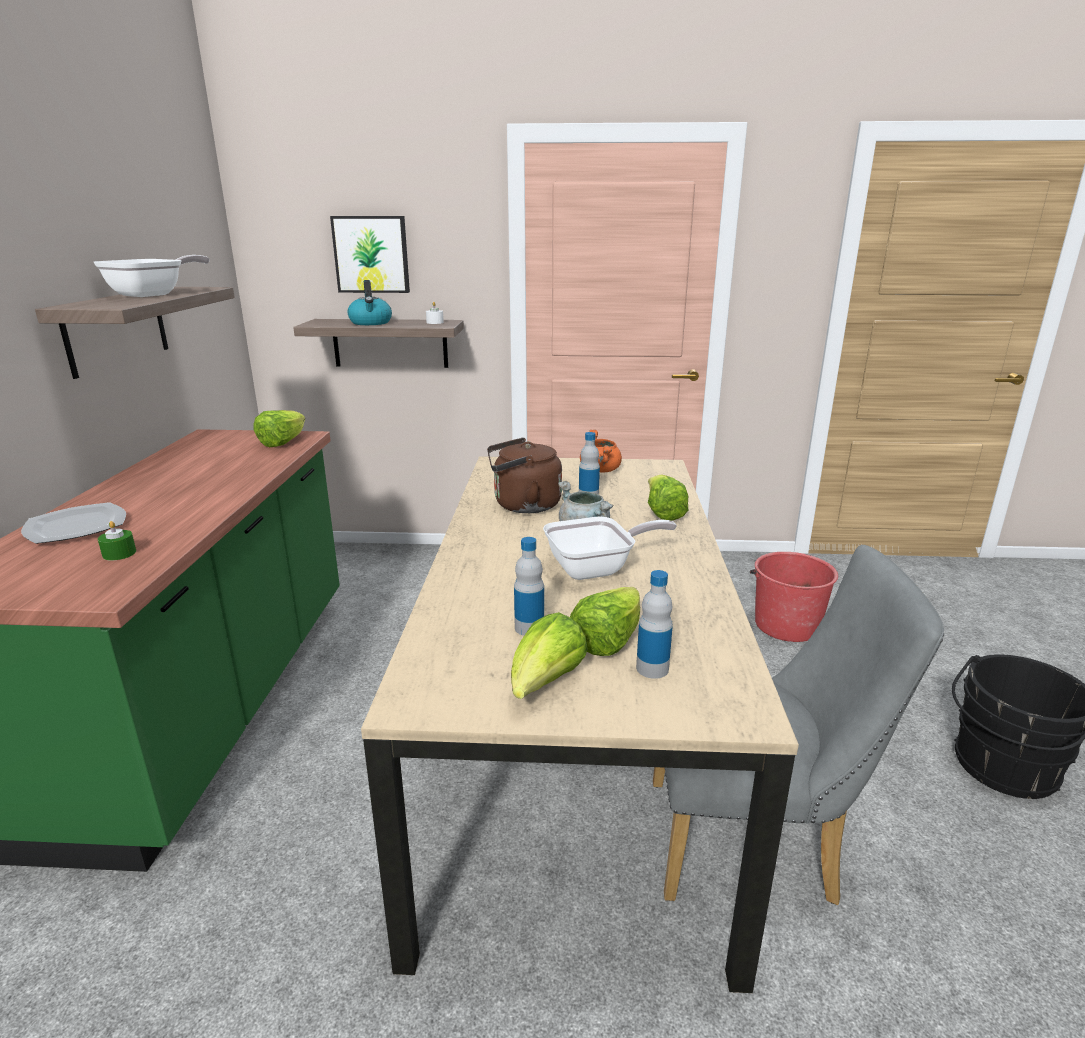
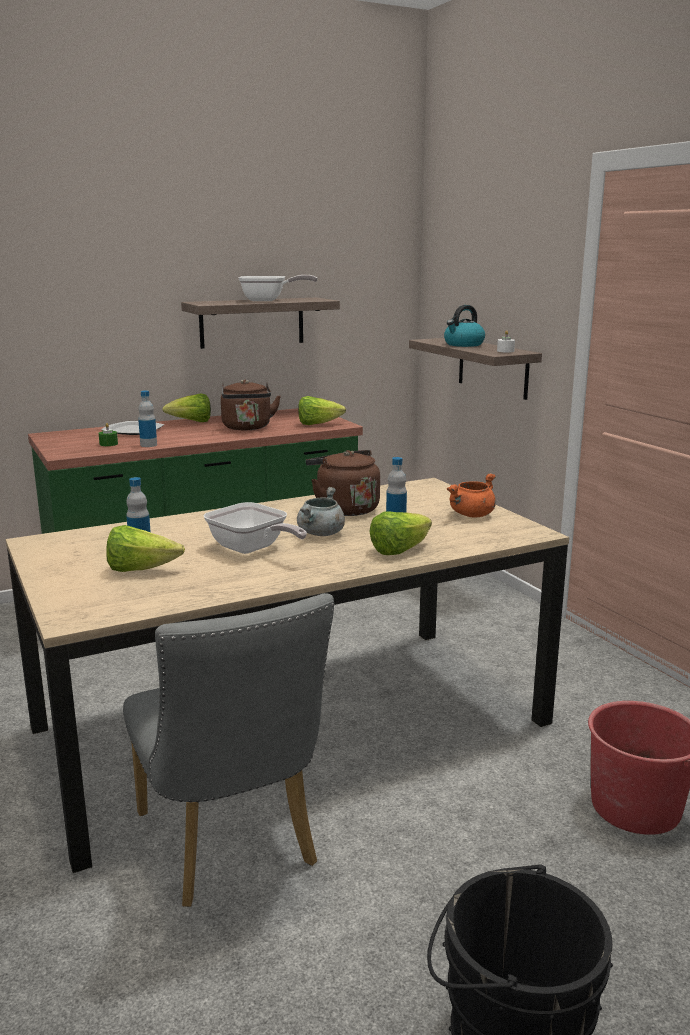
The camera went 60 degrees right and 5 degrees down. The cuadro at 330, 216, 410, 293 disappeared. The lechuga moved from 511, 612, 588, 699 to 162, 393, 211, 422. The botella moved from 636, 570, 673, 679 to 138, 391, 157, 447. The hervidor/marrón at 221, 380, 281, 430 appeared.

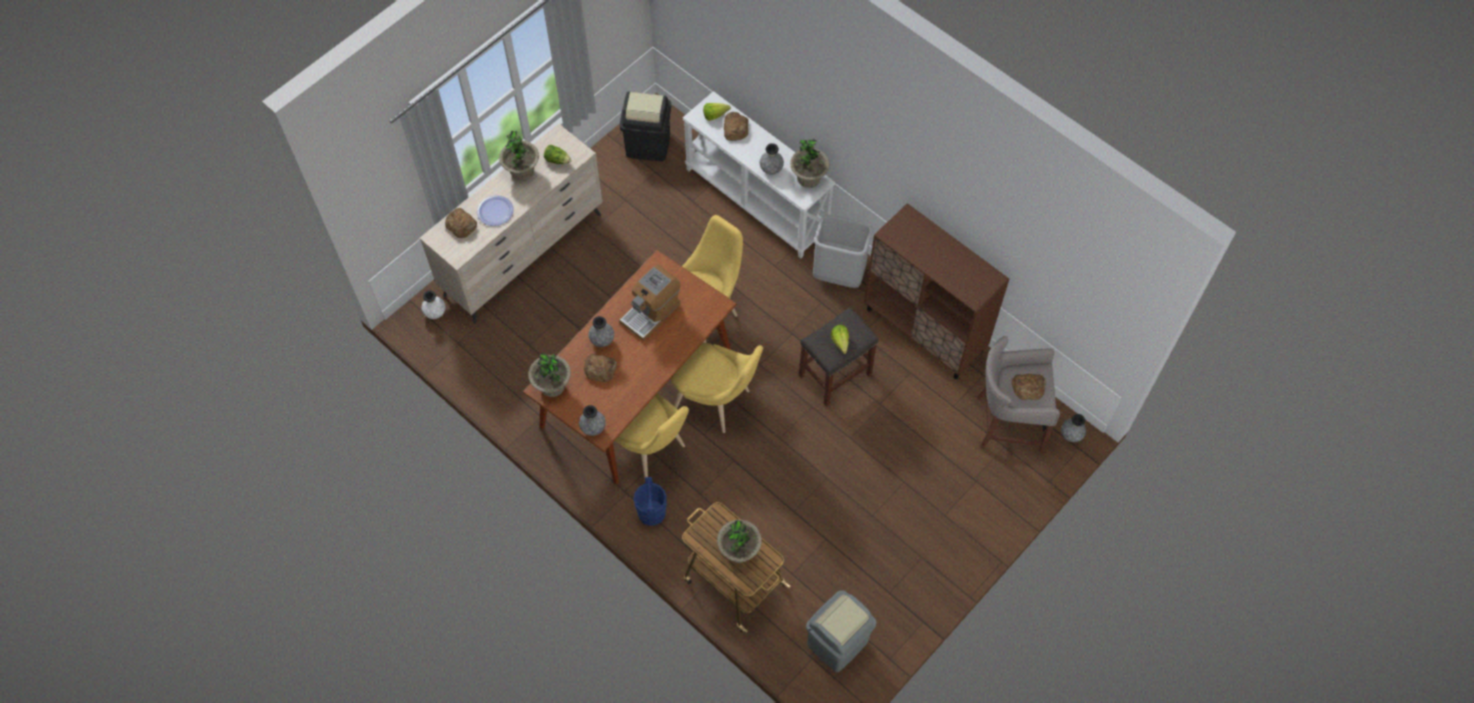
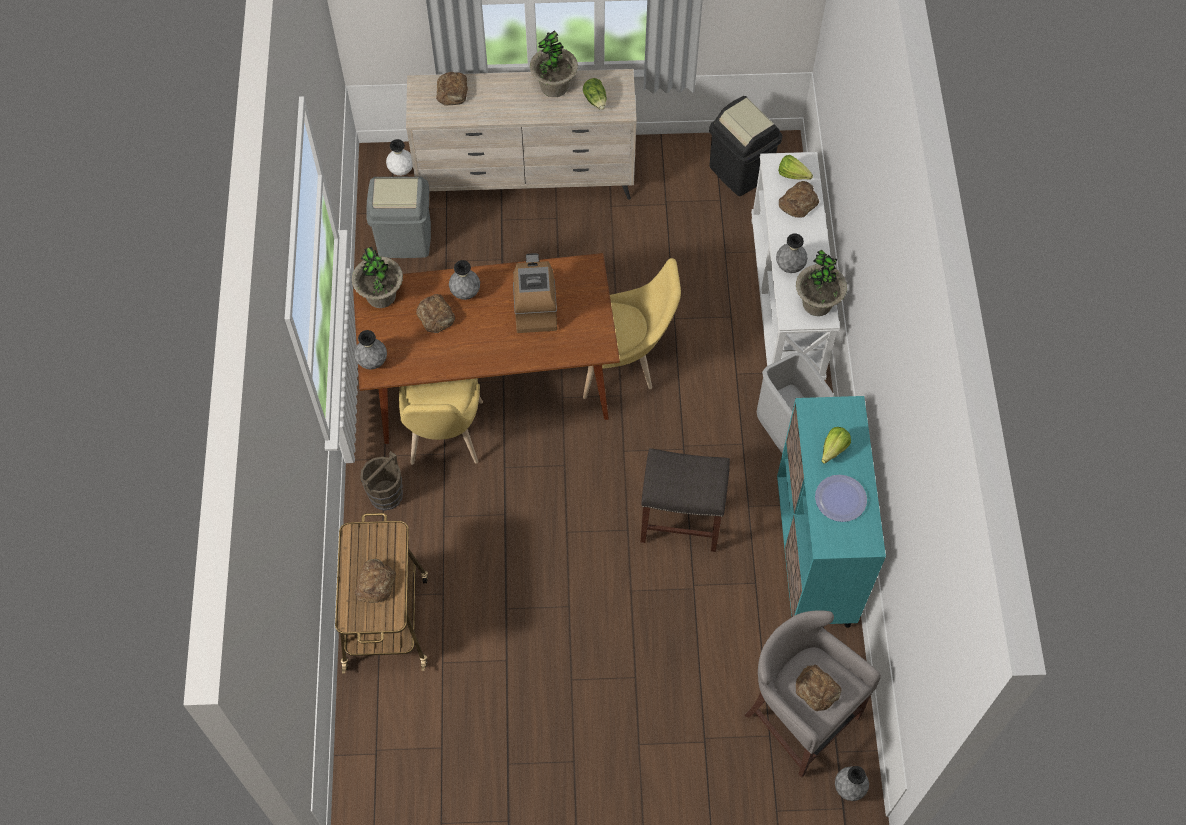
The camera went 45 degrees right and 0 degrees up. The plato moved from 477, 195, 514, 226 to 815, 475, 867, 522. The cafetera at 619, 264, 681, 341 turned 90 degrees clockwise. The cubo/azul at 633, 477, 667, 526 became the cubo/marrón at 360, 451, 403, 511. The silla/amarillo at 671, 343, 763, 433 disappeared. The planta en maceta at 717, 519, 762, 563 was replaced by the pan at 355, 559, 396, 603. The papelera/gris moved from 806, 590, 876, 672 to 366, 177, 431, 258. The lechuga moved from 831, 325, 849, 354 to 822, 427, 851, 464. The armario/marrón at 864, 203, 1009, 379 became the armario/turquesa at 777, 396, 886, 628.

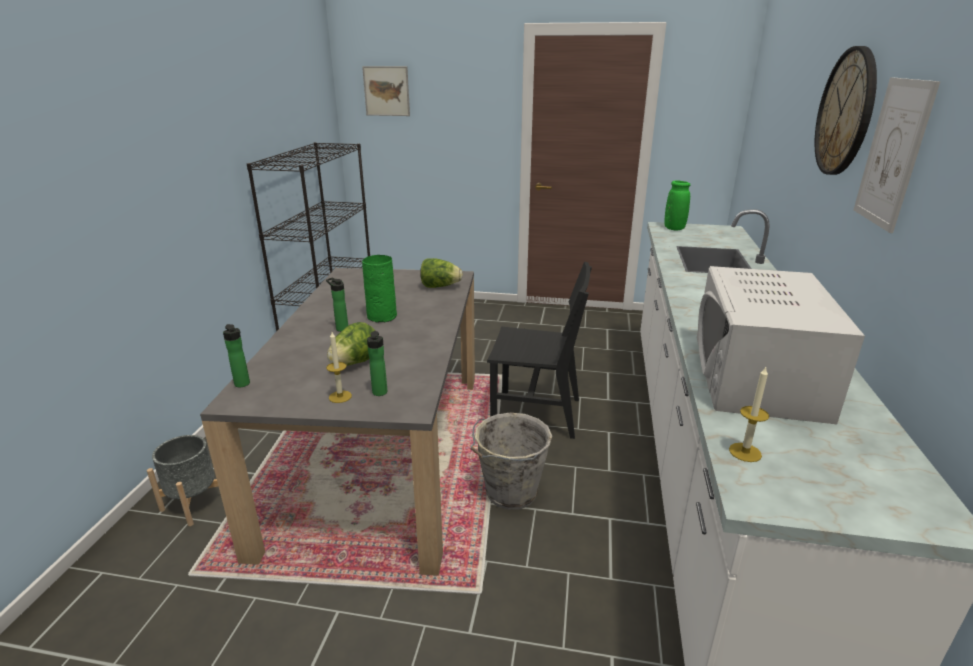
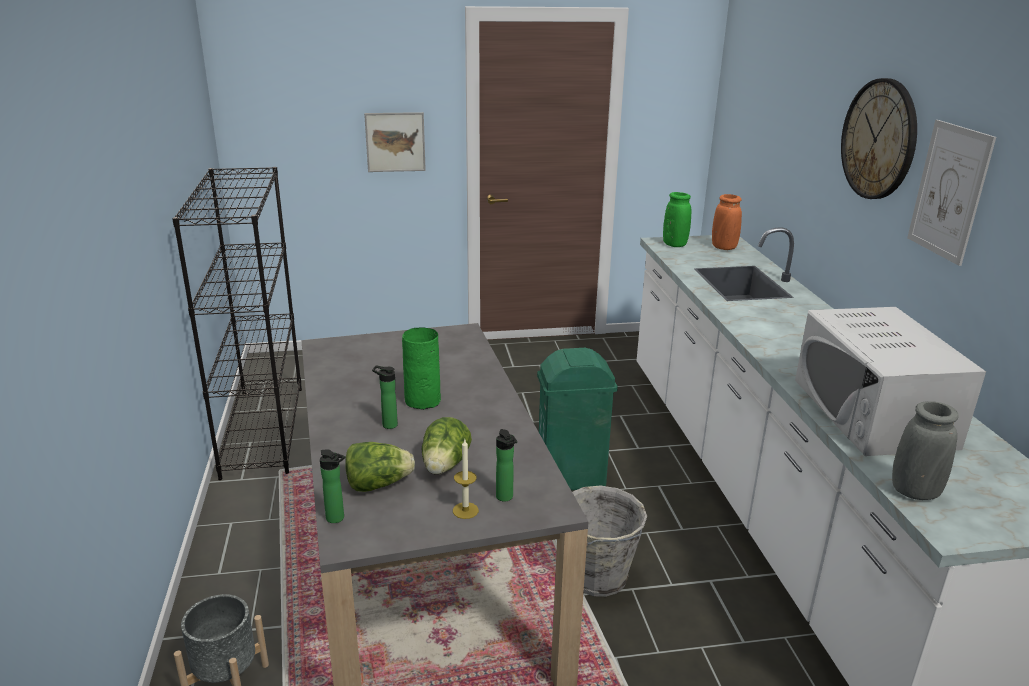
The camera went 20 degrees left and 0 degrees up. The cuadro moved from 362, 66, 410, 116 to 364, 112, 426, 172. The lechuga moved from 420, 258, 463, 288 to 345, 442, 415, 492. The silla/negro at 487, 262, 592, 439 was replaced by the papelera/verde at 537, 348, 618, 490. The vela at 729, 367, 769, 462 was replaced by the florero/gris at 892, 401, 958, 500. The florero/naranja at 712, 194, 742, 250 appeared.

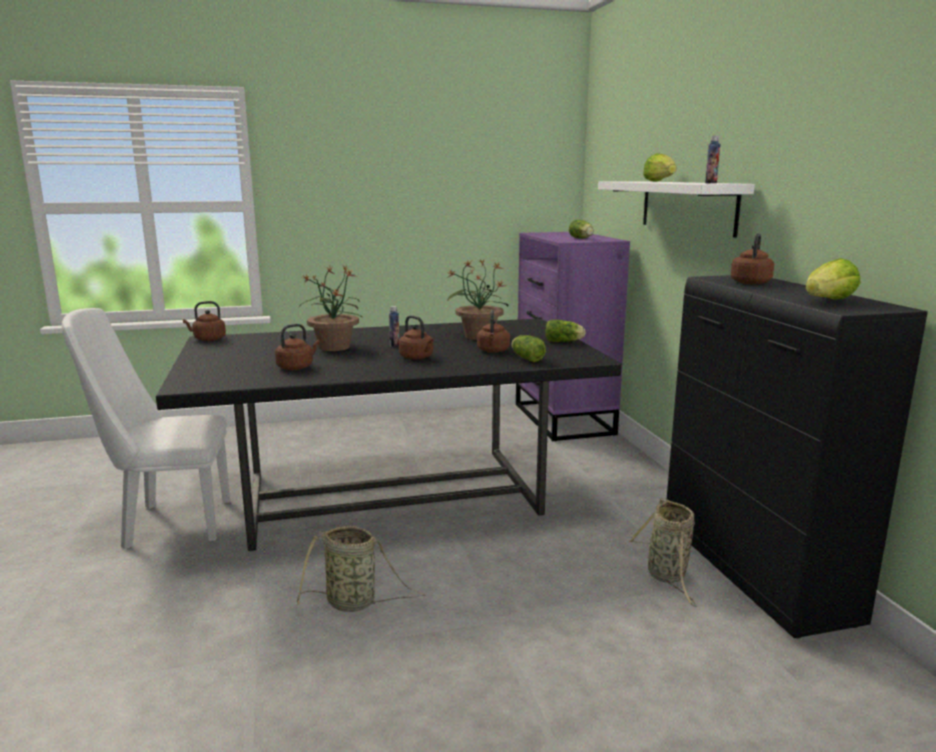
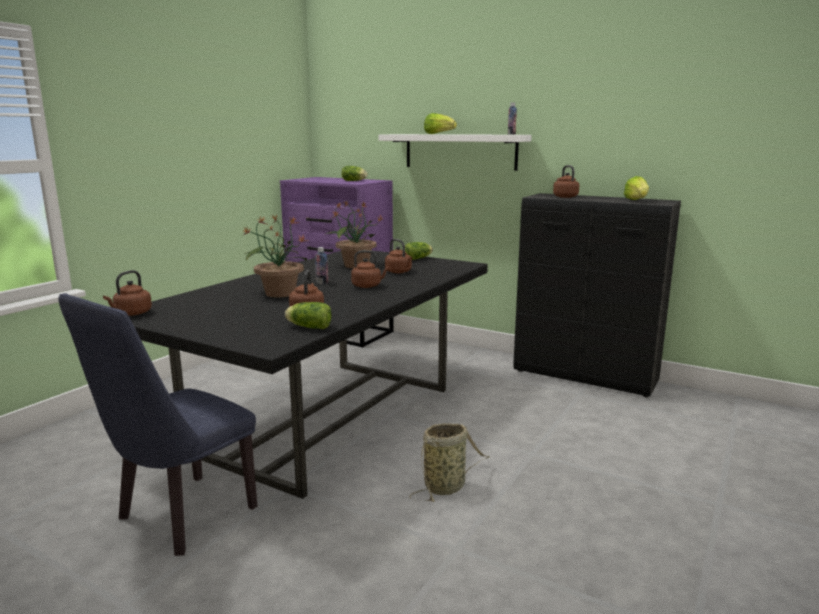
The camera went 45 degrees left and 0 degrees up. The silla/blanco at 62, 308, 230, 549 became the silla/azul at 59, 293, 257, 556. The lechuga moved from 511, 335, 546, 362 to 285, 302, 332, 329. The cesta at 628, 498, 698, 607 disappeared.

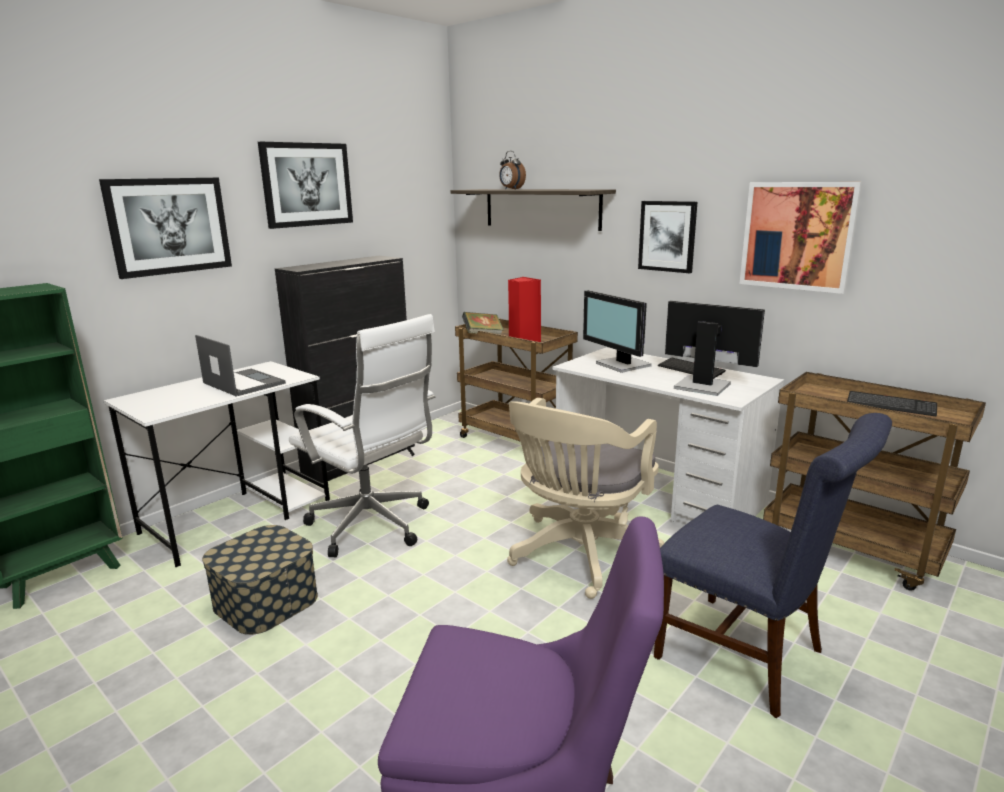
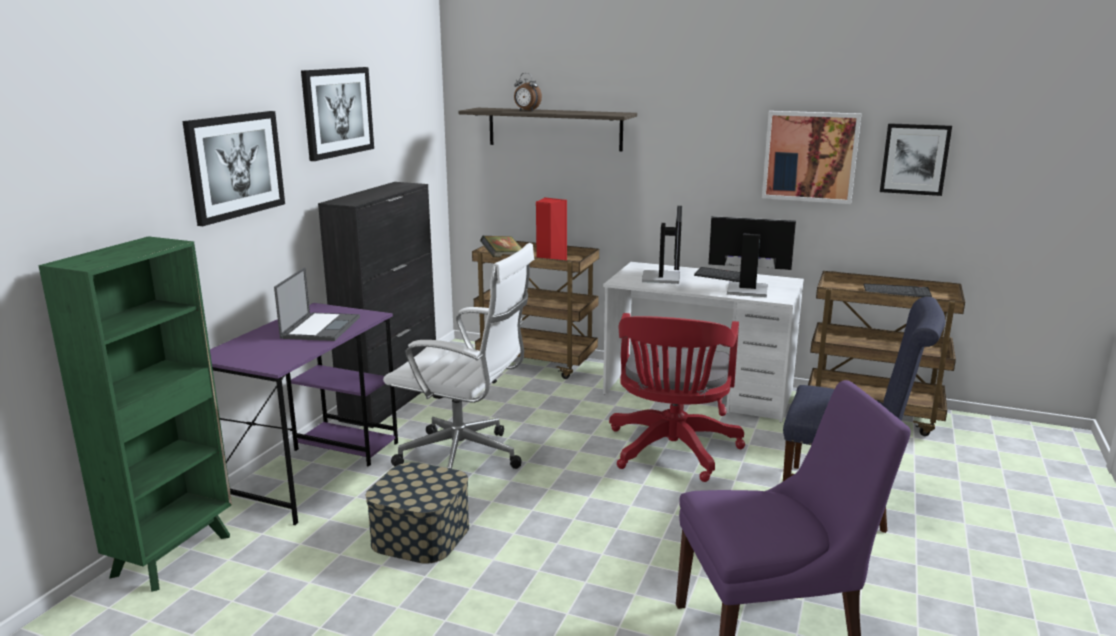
The camera went 20 degrees left and 0 degrees up. The escritorio/blanco at 103, 361, 330, 567 became the escritorio/morado at 210, 303, 398, 525. The portátil at 195, 335, 286, 397 turned 75 degrees clockwise. The silla de oficina/beis at 507, 398, 664, 599 became the silla de oficina/rojo at 609, 313, 745, 482. The monitor at 583, 290, 652, 373 turned 120 degrees counterclockwise. The cuadro moved from 638, 201, 697, 273 to 880, 123, 952, 196.

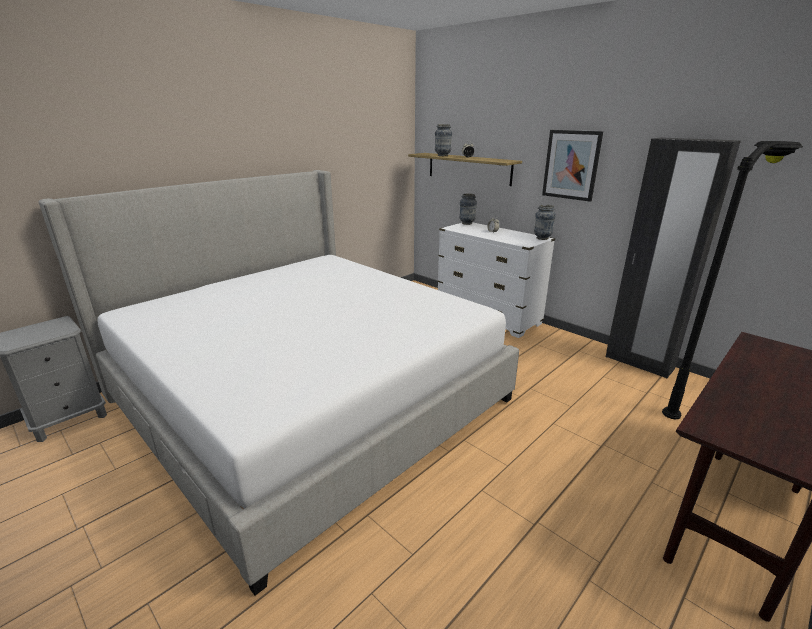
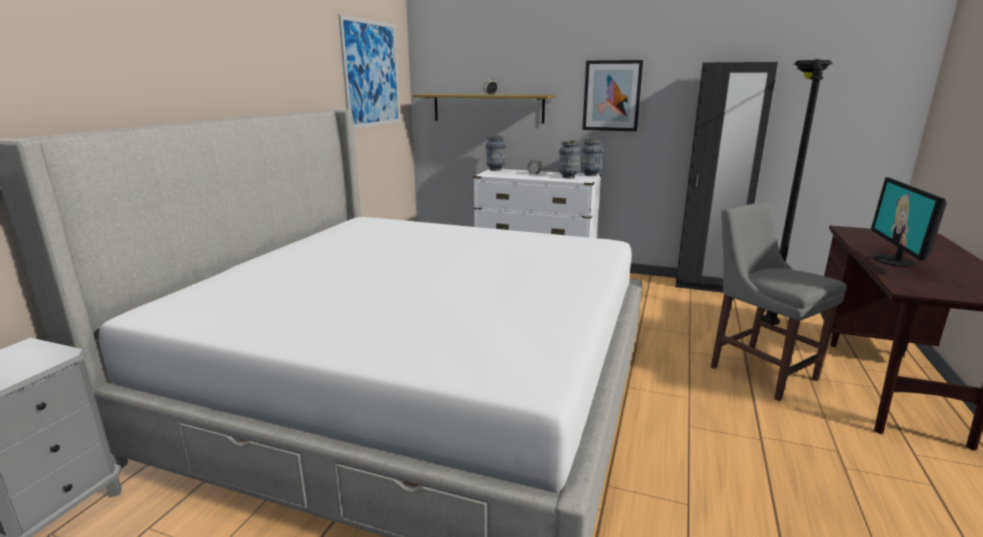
The camera went 25 degrees left and 5 degrees down. The florero moved from 435, 124, 452, 156 to 559, 140, 581, 178. The cuadro at 339, 15, 400, 129 appeared. The silla/gris at 711, 201, 847, 401 appeared. The monitor at 871, 177, 947, 267 appeared.

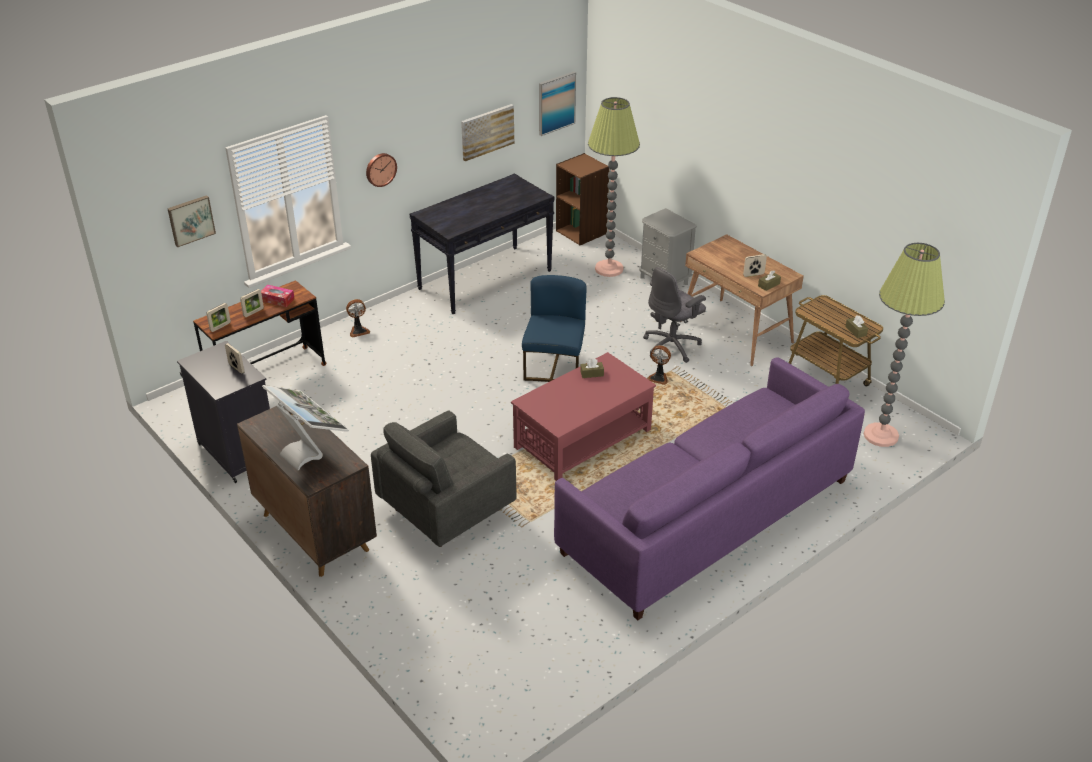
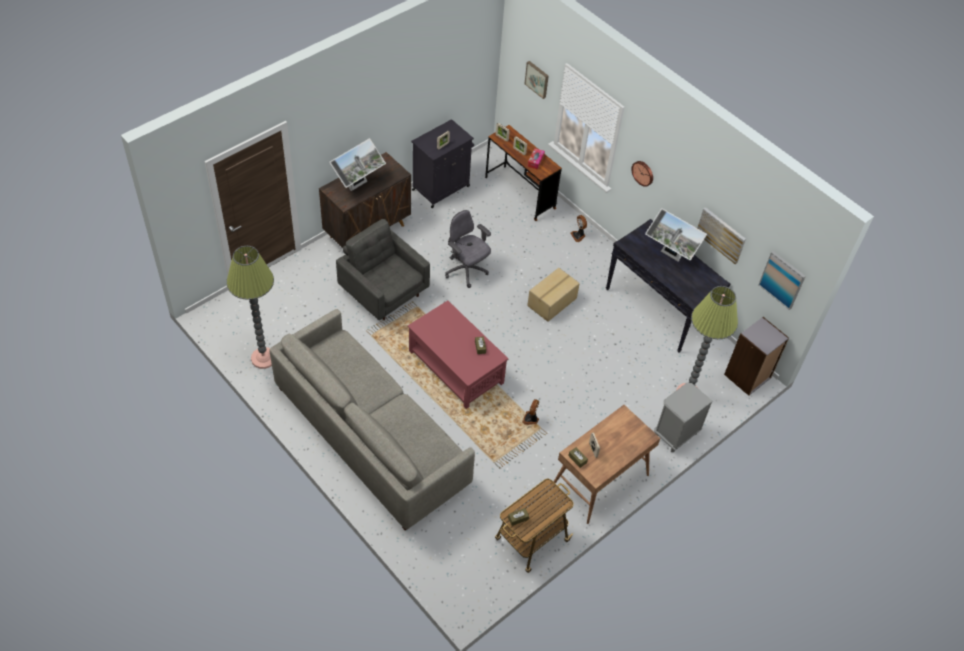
The camera went 85 degrees right and 15 degrees up. The silla/azul at 522, 275, 587, 382 disappeared. The sofá/morado at 554, 357, 865, 620 became the sofá/gris at 269, 309, 475, 531. The estantería/marrón at 556, 153, 609, 245 became the estantería/gris at 724, 317, 789, 396. The silla de oficina/gris moved from 643, 267, 706, 363 to 445, 210, 491, 288. The lámpara de pie moved from 864, 243, 945, 447 to 227, 246, 274, 369. The caja de cartón at 527, 268, 580, 322 appeared. The monitor at 645, 208, 707, 262 appeared.

